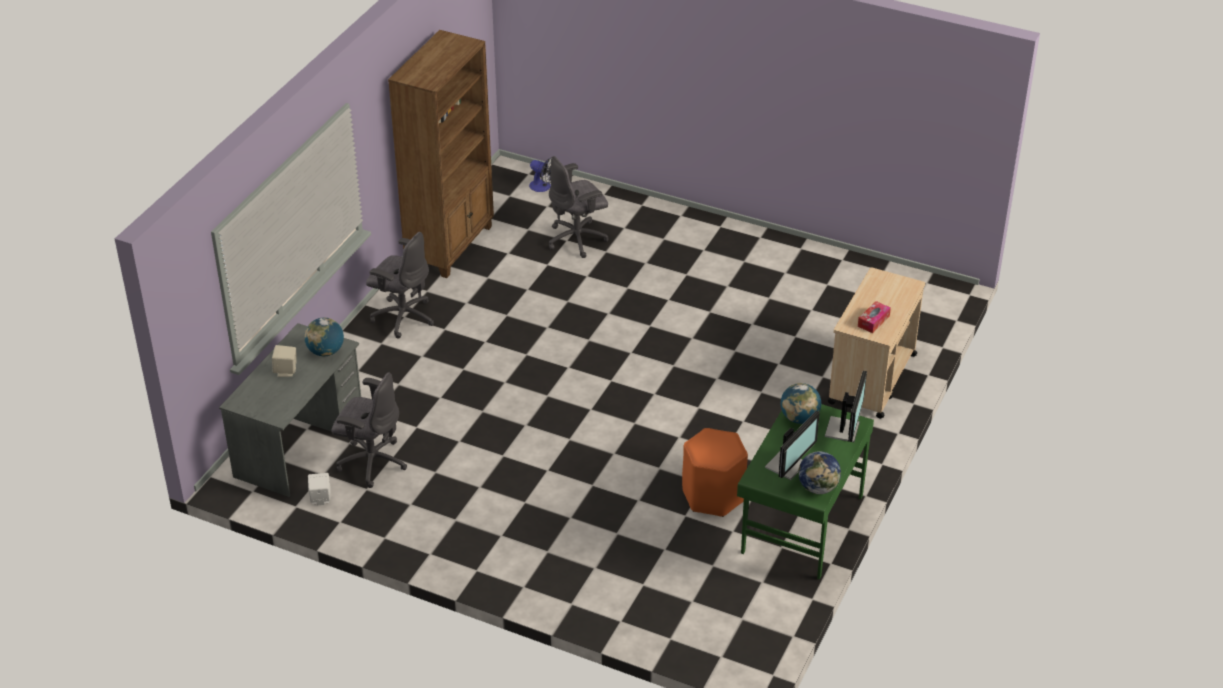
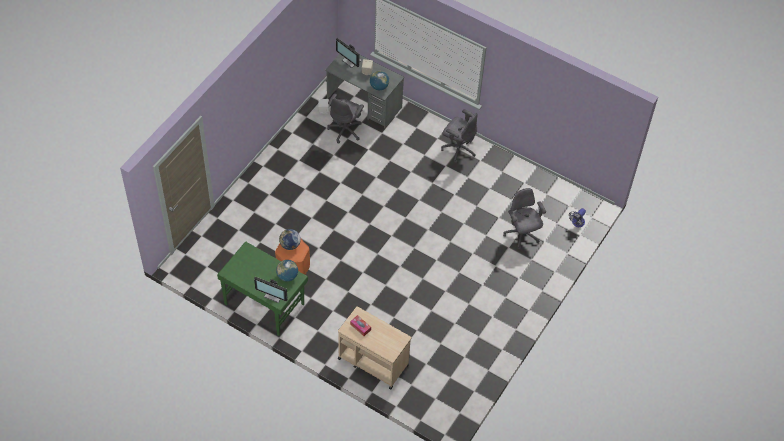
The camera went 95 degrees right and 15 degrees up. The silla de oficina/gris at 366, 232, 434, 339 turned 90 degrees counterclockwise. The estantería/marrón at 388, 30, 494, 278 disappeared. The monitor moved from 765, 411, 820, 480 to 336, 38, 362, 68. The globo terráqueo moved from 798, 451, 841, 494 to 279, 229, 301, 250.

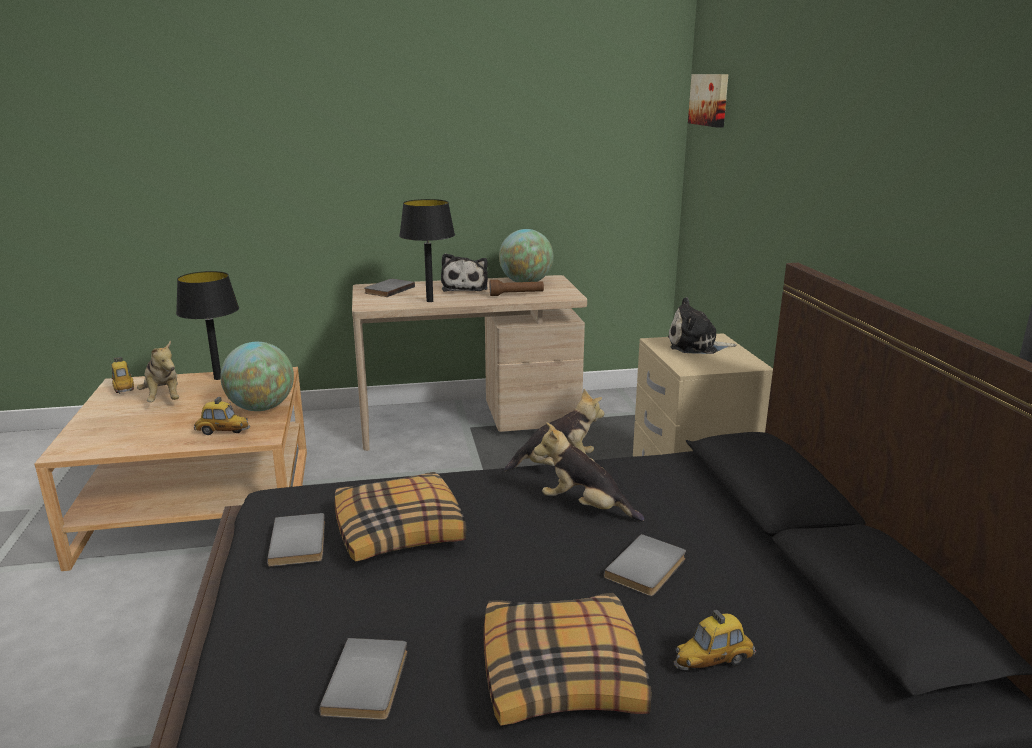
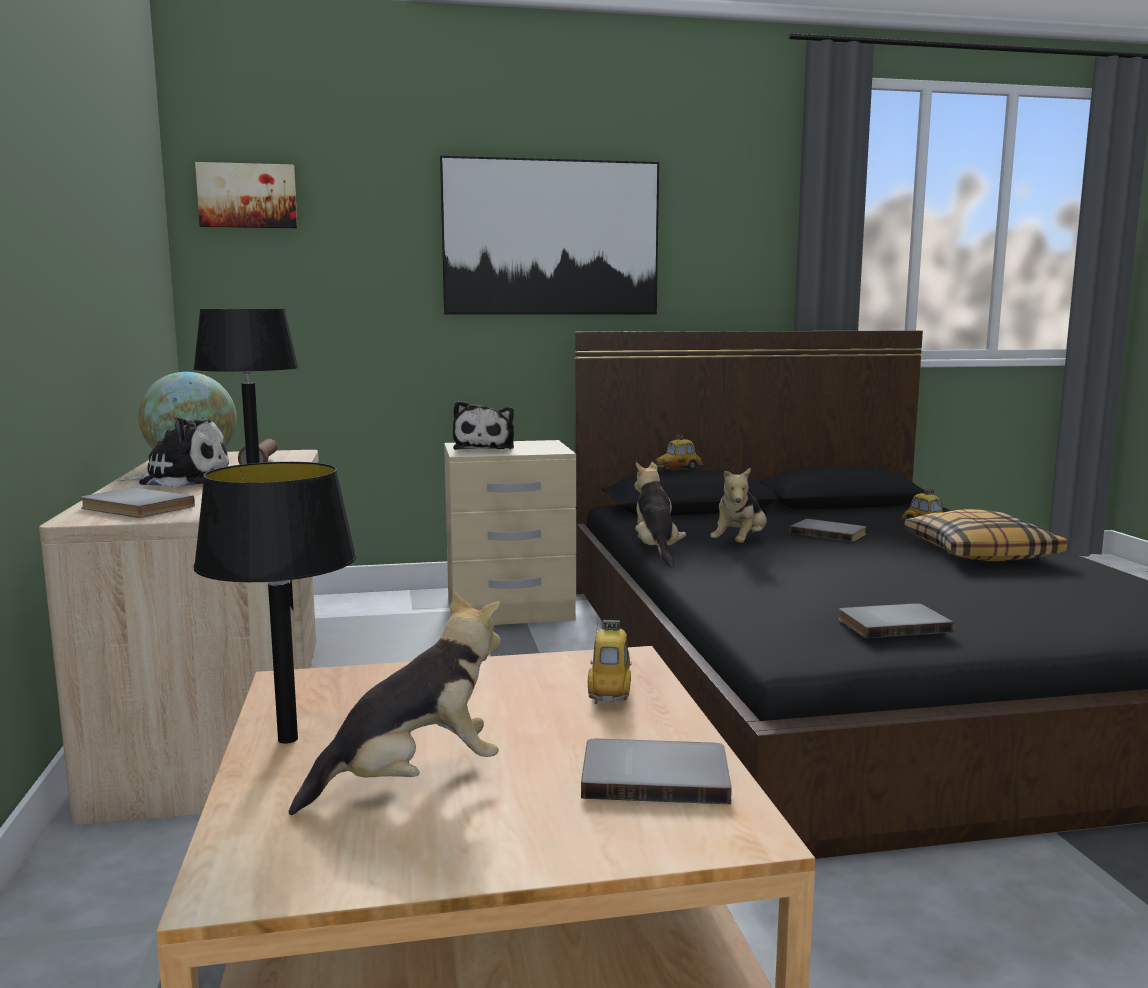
The camera went 90 degrees left and 10 degrees down. The coche de juguete moved from 110, 357, 134, 394 to 656, 435, 703, 471. The globo terráqueo at 220, 342, 294, 411 disappeared. The libro/gris moved from 319, 638, 407, 720 to 581, 739, 732, 804. The cojín at 335, 472, 466, 562 disappeared. The cuadro at 440, 156, 659, 315 appeared.

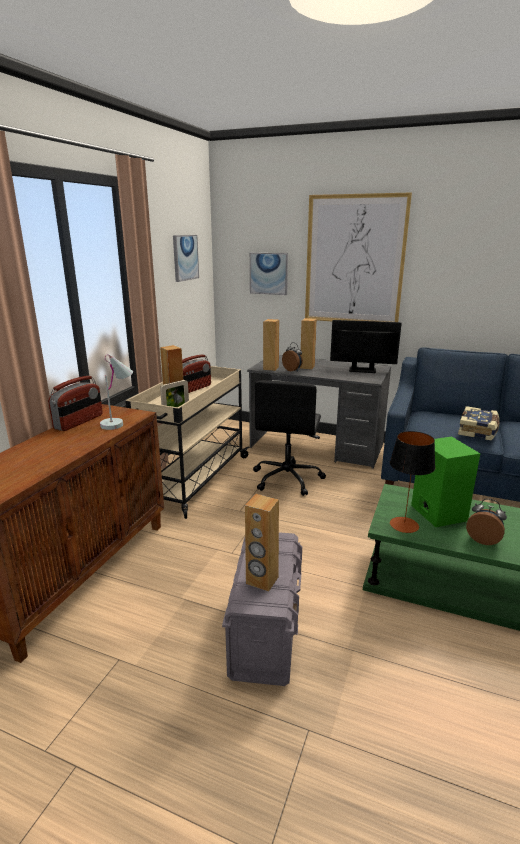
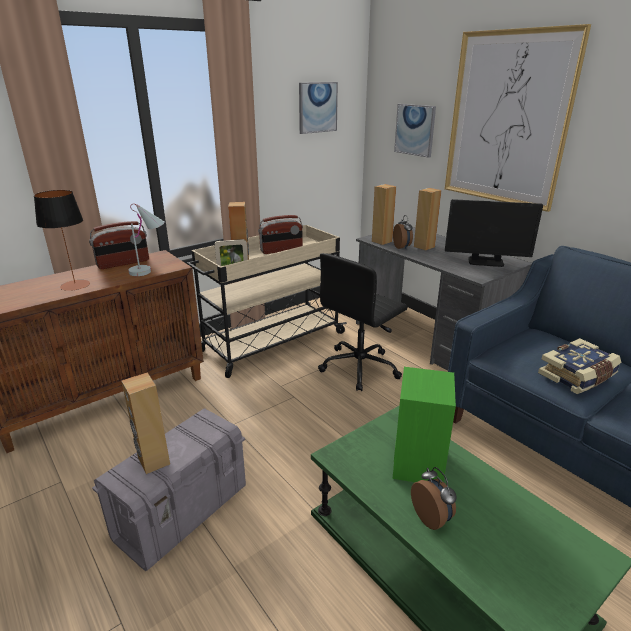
The camera went 30 degrees right and 5 degrees up. The monitor at 330, 320, 402, 373 turned 150 degrees clockwise. The lámpara de mesa moved from 390, 431, 435, 533 to 34, 190, 90, 291.

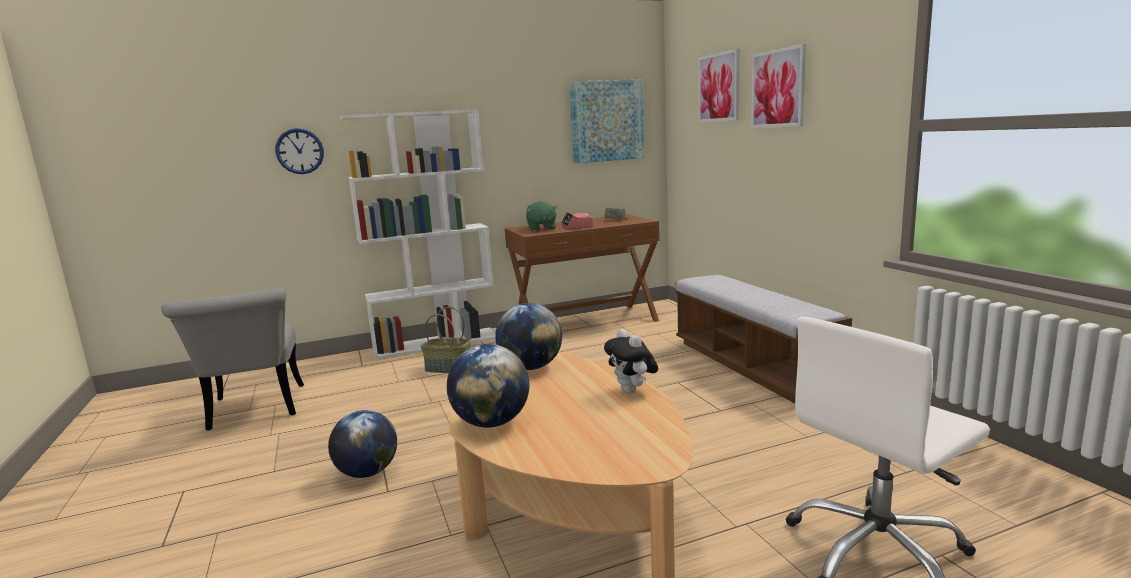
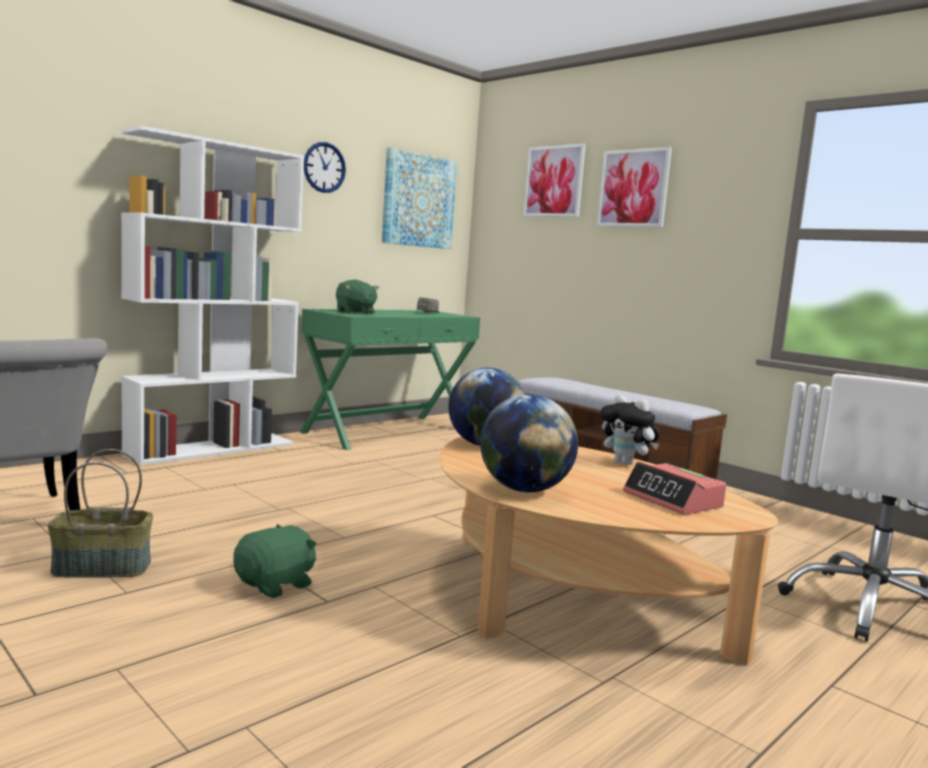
The camera went 25 degrees left and 5 degrees down. The reloj de pared moved from 275, 128, 324, 174 to 304, 142, 346, 193. The globo terráqueo at 328, 410, 397, 478 was replaced by the peluche/verde at 233, 524, 317, 598. The cesta moved from 421, 307, 471, 373 to 47, 449, 153, 578. The mesa consola/marrón at 505, 215, 660, 322 became the mesa consola/verde at 300, 309, 480, 450. The despertador moved from 561, 212, 594, 229 to 623, 462, 726, 515.

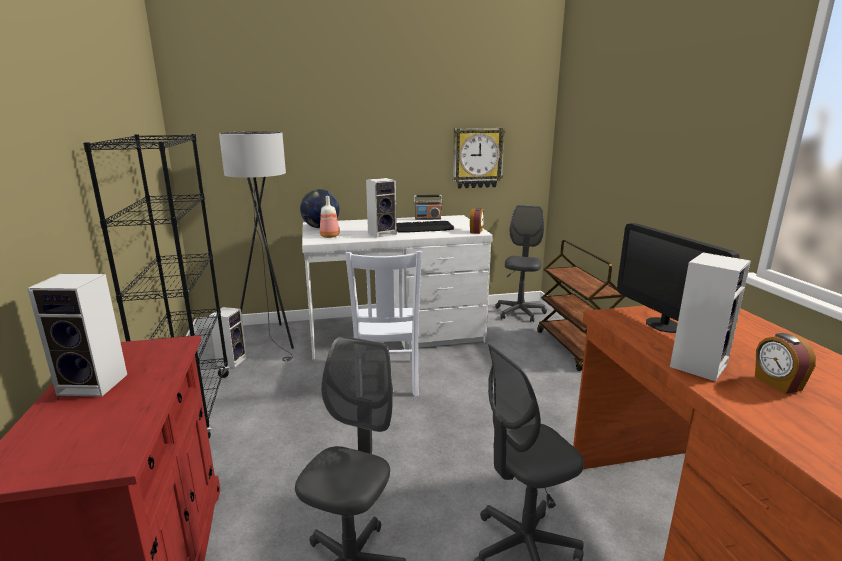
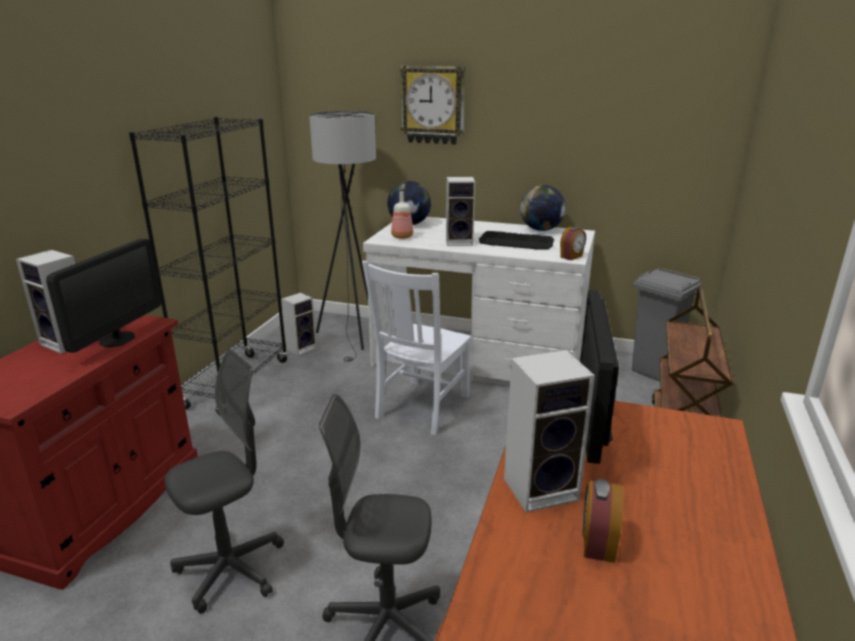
The camera went 30 degrees right and 5 degrees up. The radio at 414, 195, 442, 220 was replaced by the globo terráqueo at 520, 185, 566, 231. The reloj de pared moved from 453, 128, 505, 188 to 400, 66, 465, 145. The silla de oficina/gris at 495, 205, 547, 323 was replaced by the papelera/gris at 632, 267, 702, 382. The monitor at 46, 239, 161, 353 appeared.

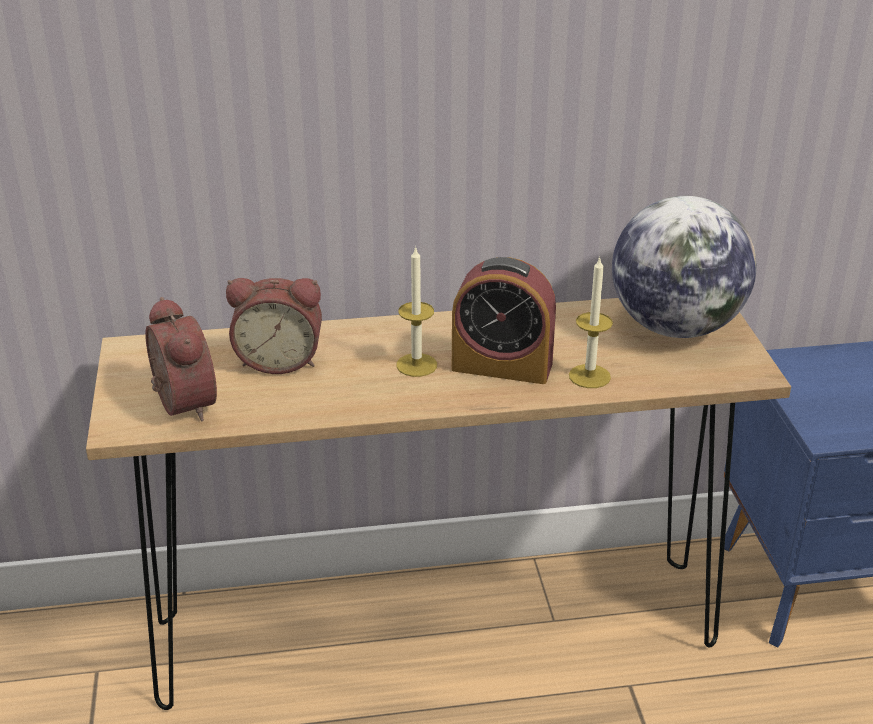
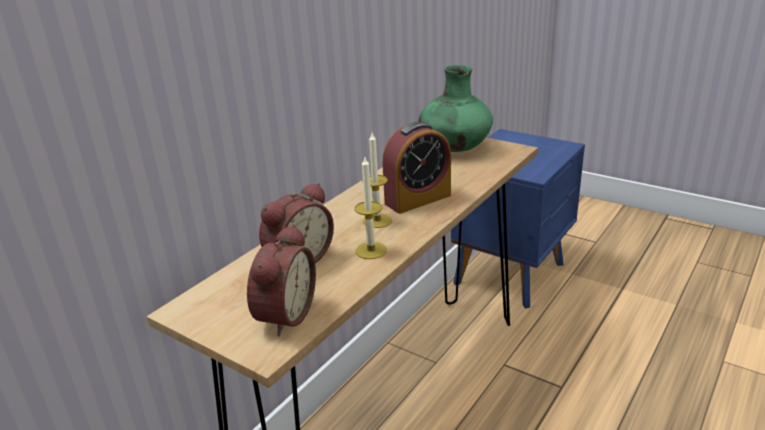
The camera went 45 degrees left and 5 degrees down. The despertador at 145, 297, 217, 422 turned 90 degrees clockwise. The vela moved from 569, 256, 613, 388 to 355, 157, 387, 259. The globo terráqueo at 612, 196, 757, 338 was replaced by the florero/verde at 419, 65, 493, 152.

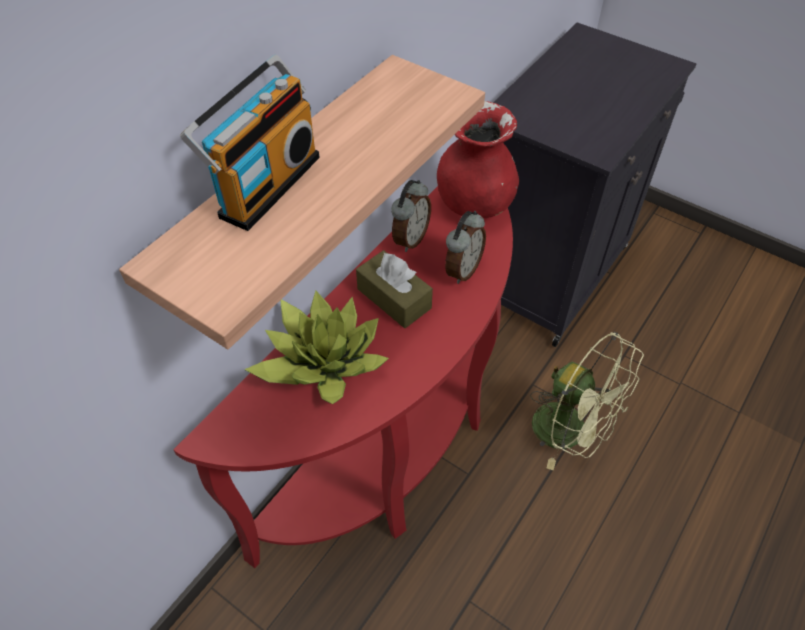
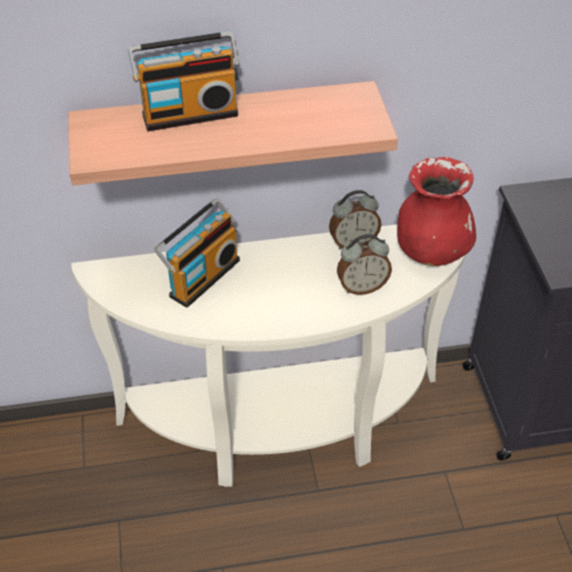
The camera went 45 degrees right and 5 degrees down. The mesa consola/rojo at 173, 186, 513, 568 became the mesa consola/blanco at 71, 224, 467, 487. The planta en maceta at 244, 290, 389, 404 was replaced by the radio at 154, 198, 240, 308. The caja de pañuelos/marrón at 356, 250, 433, 328 disappeared. The ventilador/verde at 530, 332, 644, 470 disappeared.

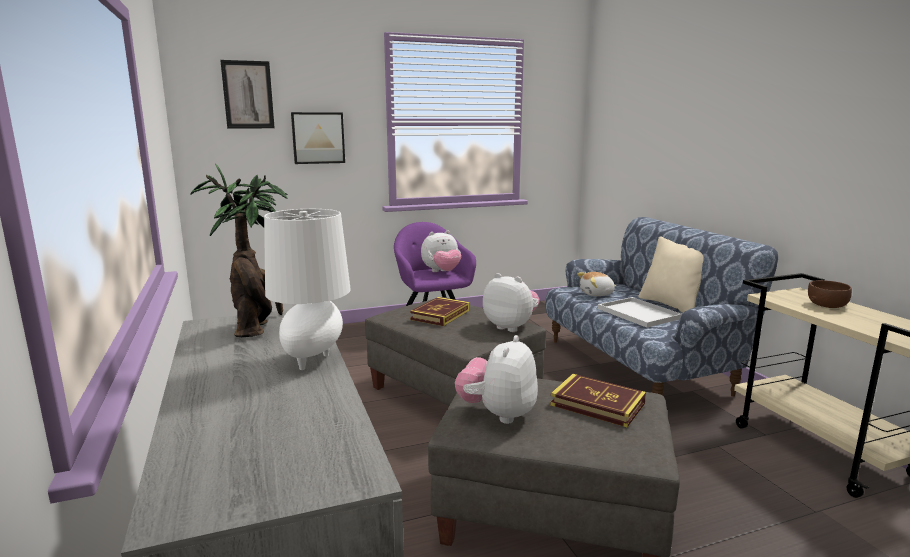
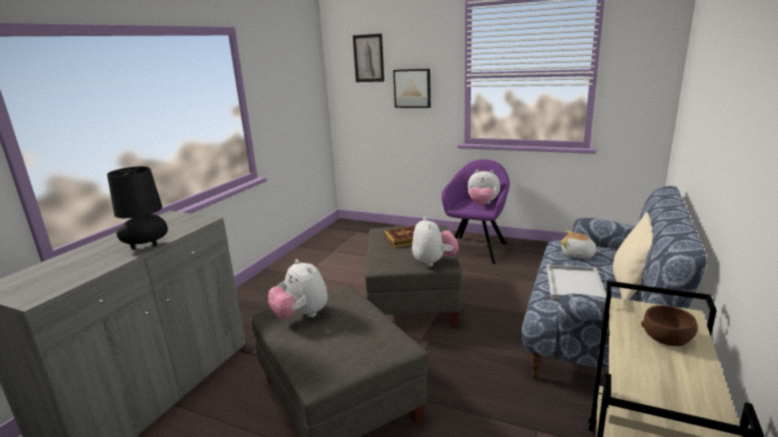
The camera went 45 degrees right and 5 degrees up. The planta en maceta at 190, 164, 287, 337 disappeared. The lámpara de mesa/blanco at 264, 209, 351, 370 became the lámpara de mesa/negro at 107, 166, 168, 250. The peluche at 455, 335, 538, 424 turned 105 degrees counterclockwise. The libro at 550, 374, 646, 428 disappeared.

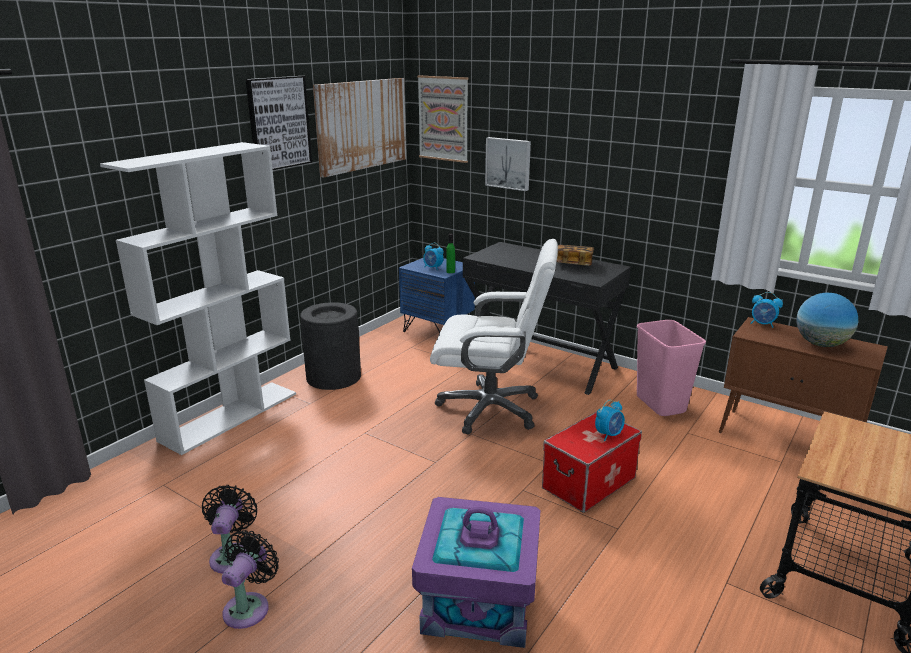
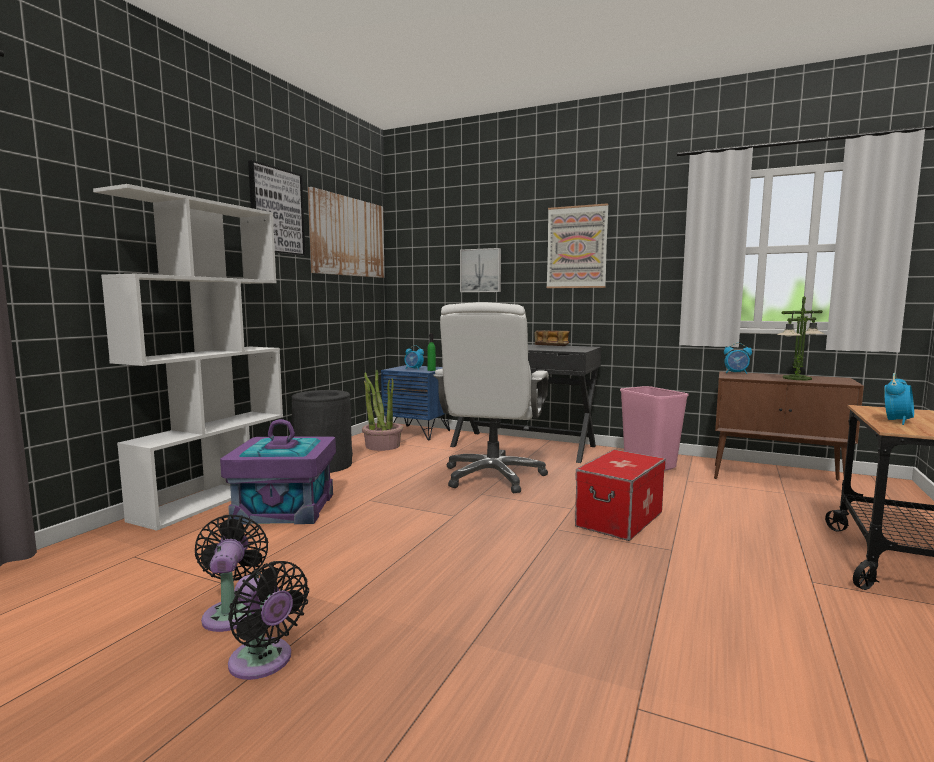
The camera went 10 degrees left and 15 degrees down. The ventilador/negro at 222, 530, 279, 629 turned 120 degrees clockwise. The caja de almacenaje/morado moved from 412, 497, 541, 648 to 220, 419, 336, 525. The cuadro moved from 417, 75, 469, 163 to 546, 203, 609, 288. The silla de oficina/blanco at 430, 239, 558, 434 turned 105 degrees clockwise. The despertador moved from 595, 400, 625, 441 to 884, 373, 914, 425. The globo terráqueo at 797, 293, 858, 347 was replaced by the lámpara de mesa at 777, 296, 824, 380. The planta en maceta at 362, 370, 403, 451 appeared.

